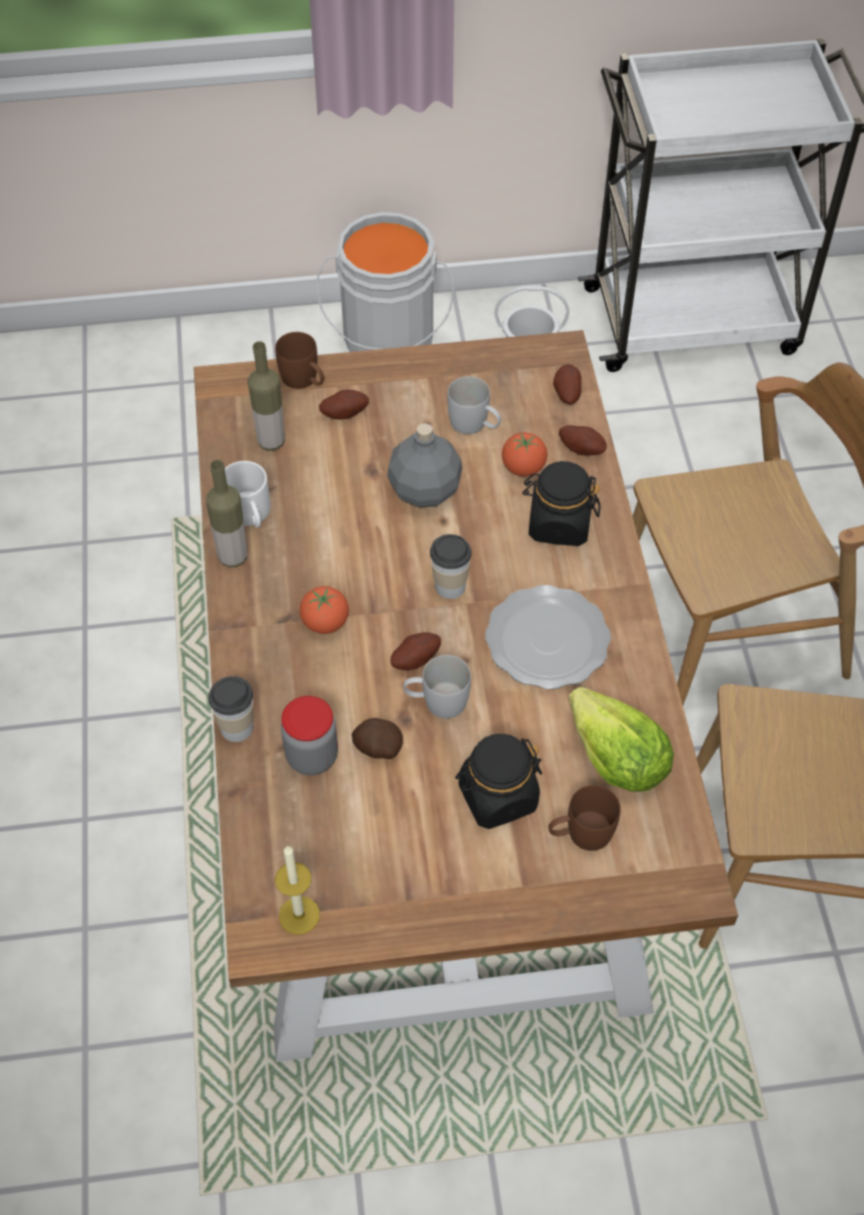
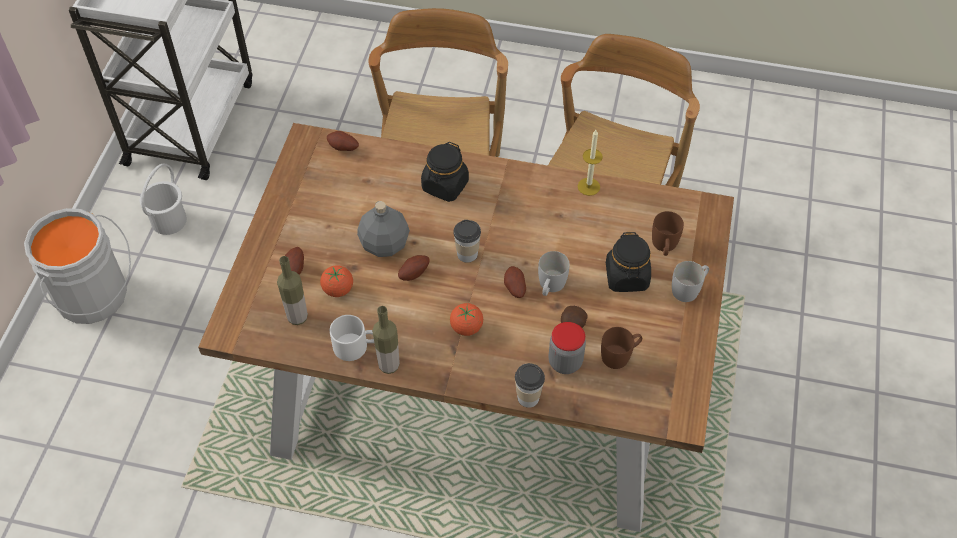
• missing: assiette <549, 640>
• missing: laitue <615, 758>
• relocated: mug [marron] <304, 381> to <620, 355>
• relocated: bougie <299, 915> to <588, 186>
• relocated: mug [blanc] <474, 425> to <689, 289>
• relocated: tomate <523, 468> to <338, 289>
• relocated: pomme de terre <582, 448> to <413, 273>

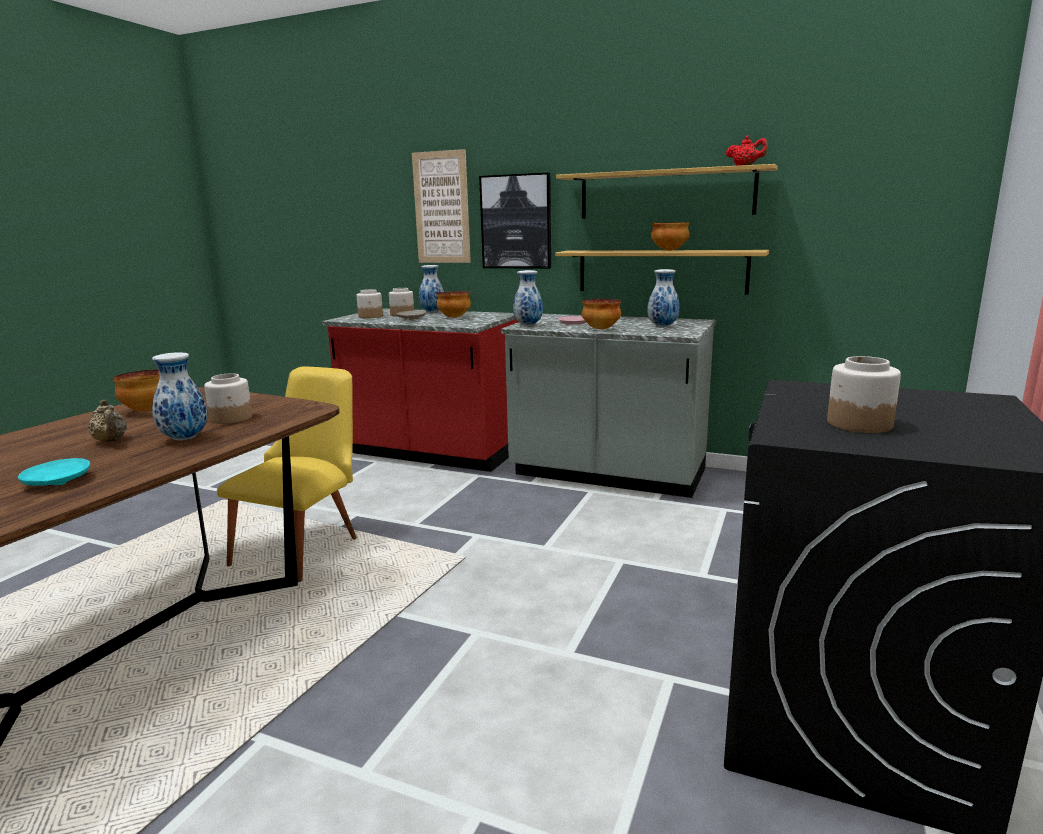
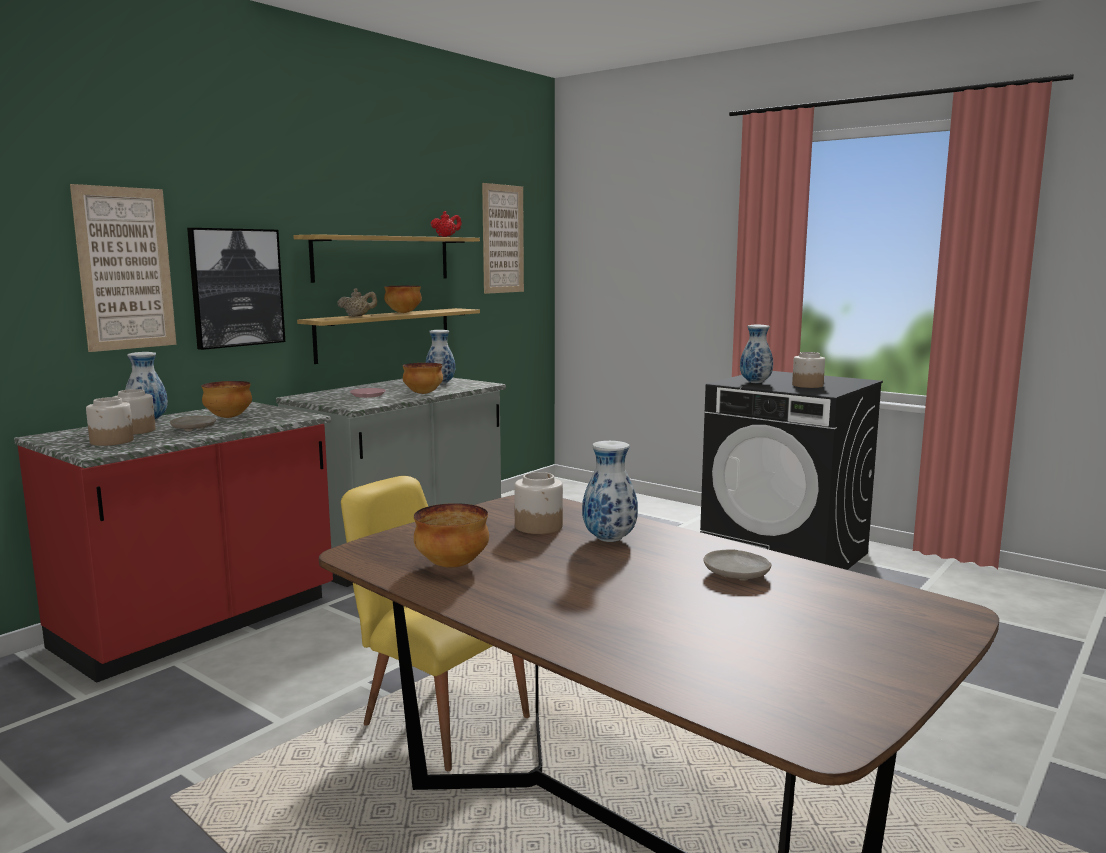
• appeared: tableau <503, 239>
• relocated: théière [beige] <111, 441> to <358, 316>
• relocated: vase <528, 325> to <754, 383>
• colour: assiette [turquoise] <57, 482> to assiette [beige] <737, 575>

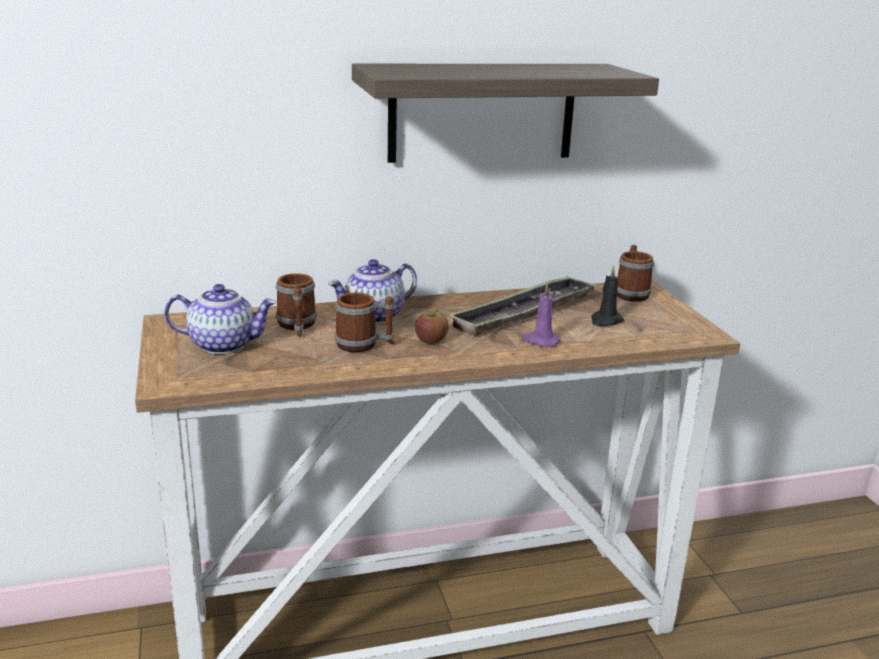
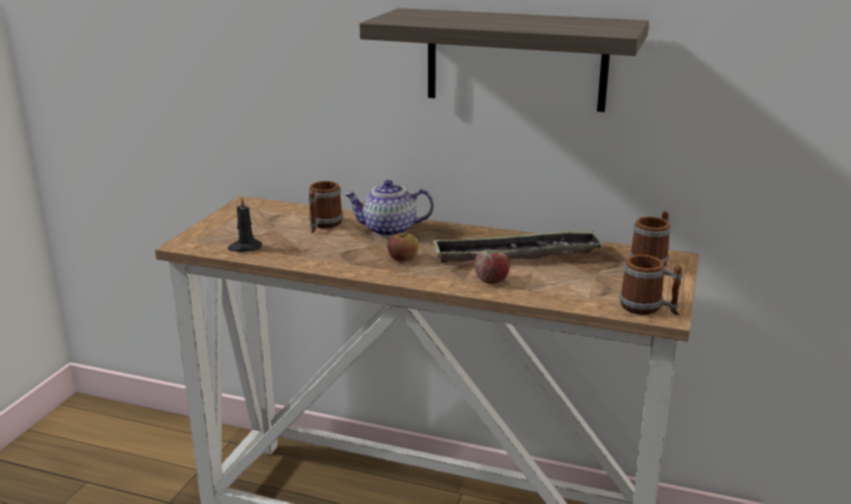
• missing: théière <224, 344>
• relocated: mug <364, 344> to <648, 308>
• relocated: bougie [noir] <605, 321> to <244, 248>
• exchanged: bougie [violet] <540, 341> to pomme <491, 280>

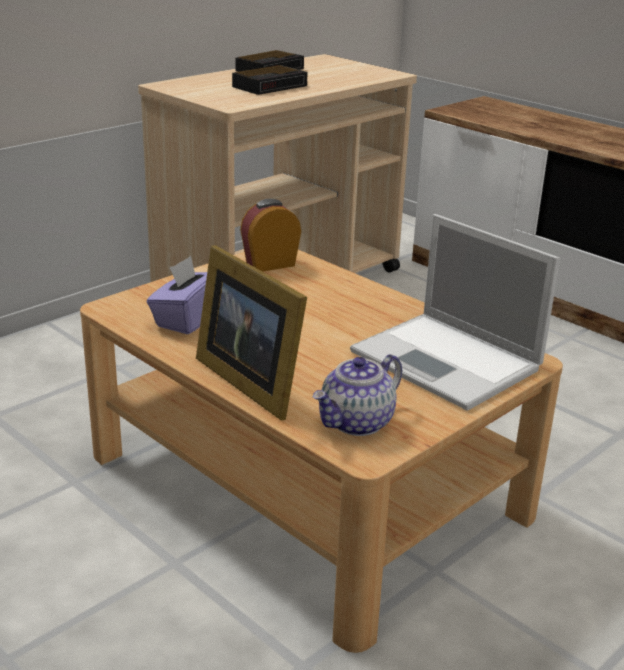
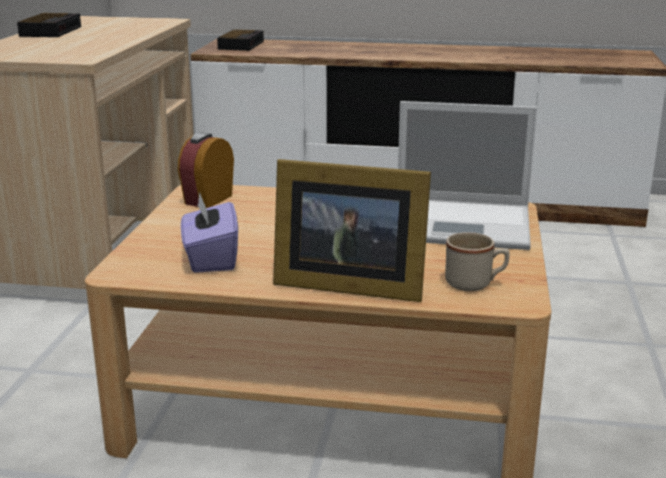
• relocated: réveil <271, 86> to <241, 45>
• exchanged: théière <357, 423> to mug [beige] <475, 284>

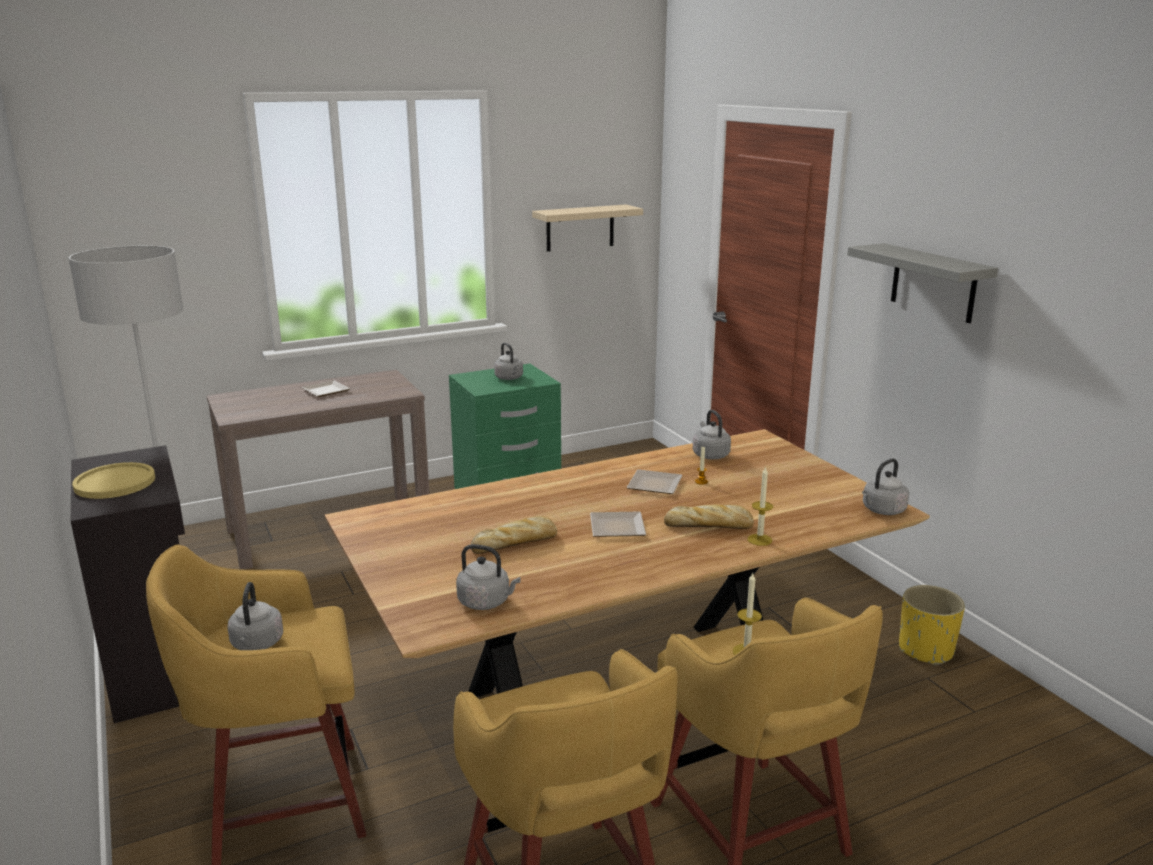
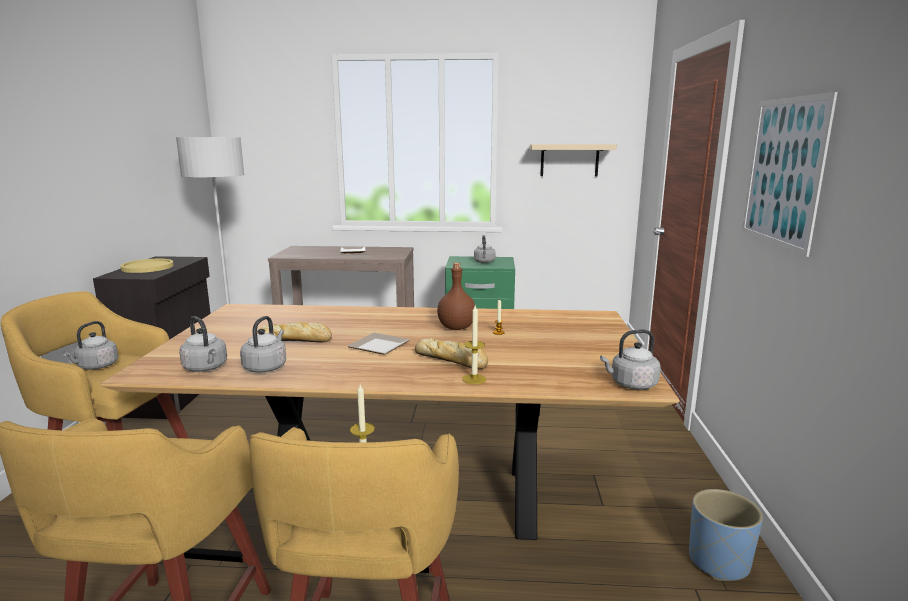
• relocated: bouilloire [gris] <710, 454> to <266, 367>
• exchanged: assiette <652, 485> to bouteille [marron] <456, 328>
• exchanged: étagère [gris] <933, 283> to tableau <783, 172>
• colour: cache-pot [jaune] <926, 650> to cache-pot [bleu] <719, 562>

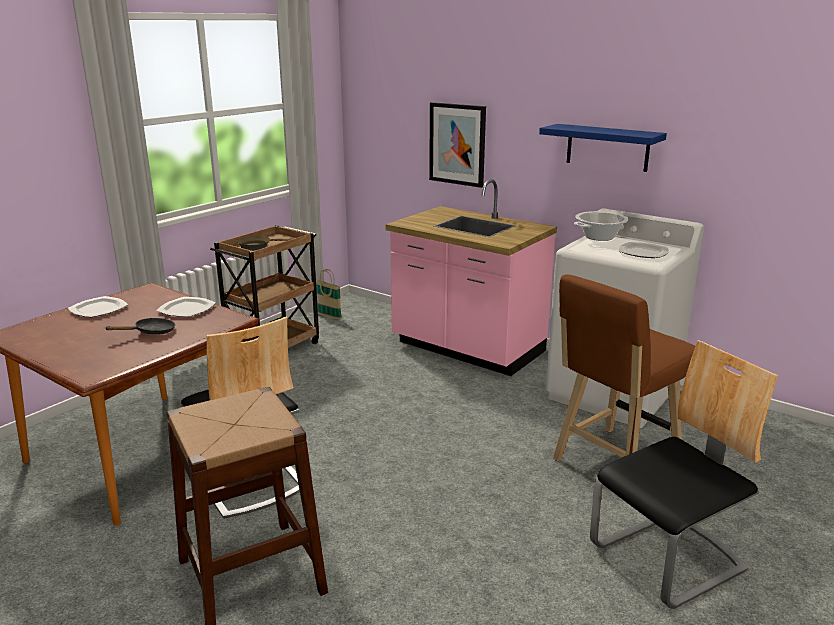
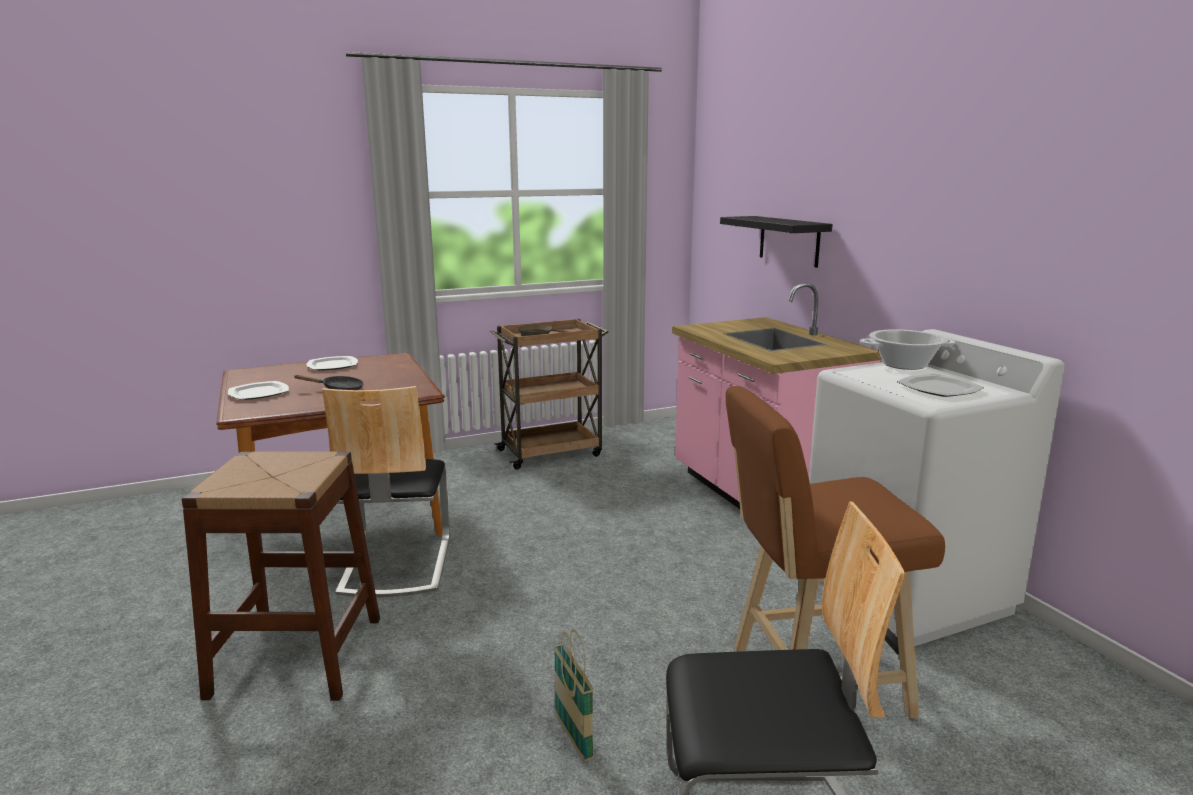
• missing: étagère [bleu] <607, 147>
• relocated: assiette <186, 309> to <259, 393>
• relocated: panier <328, 316> to <573, 737>
• exchanged: tableau <457, 144> to étagère [noir] <789, 241>

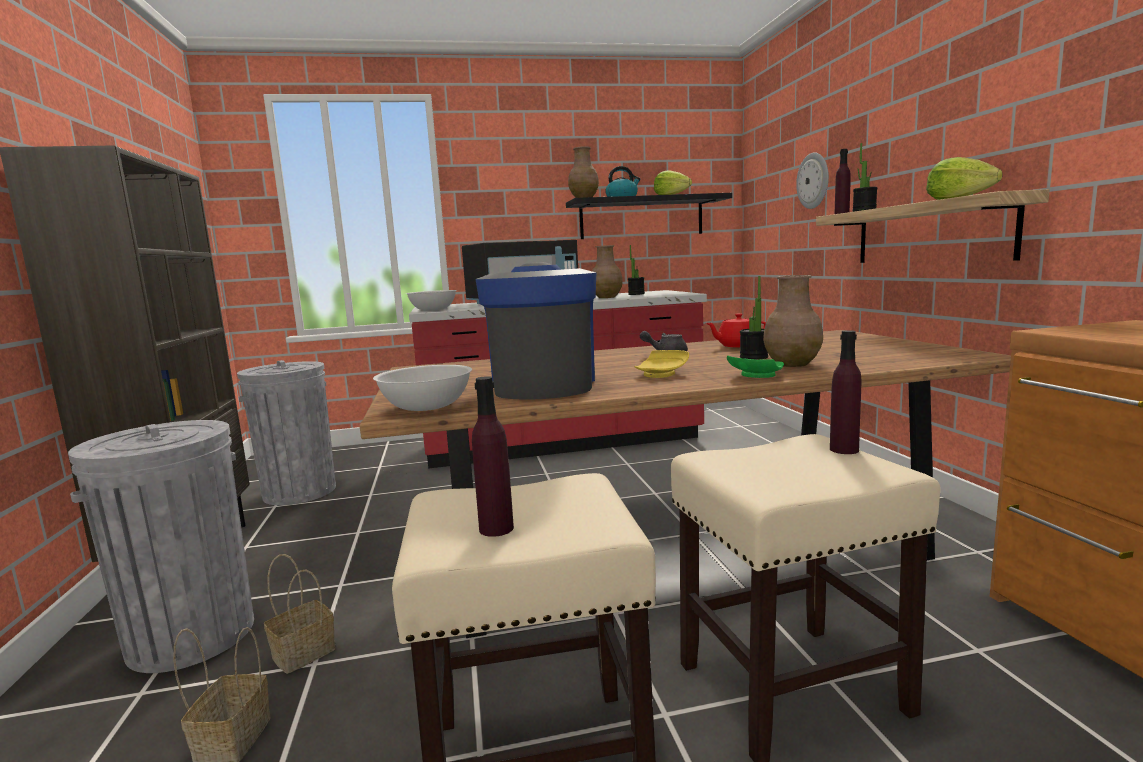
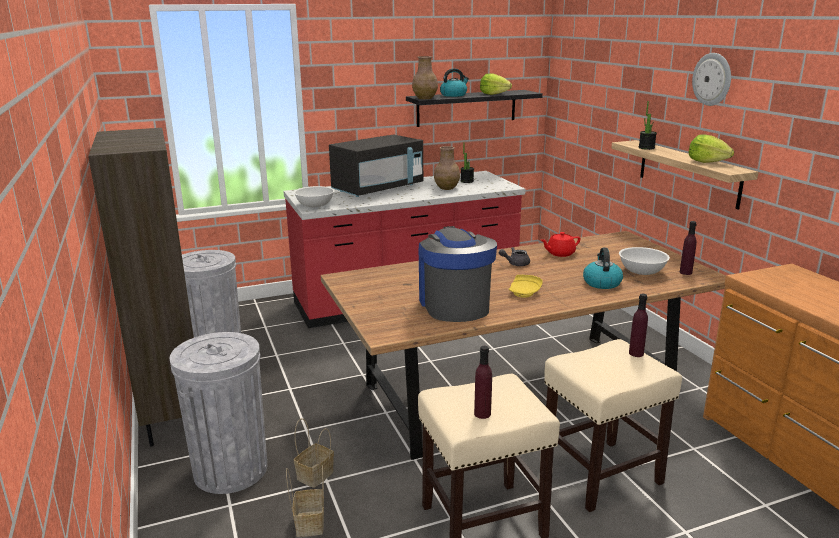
• missing: assiette [vert] <755, 376>
• missing: plante en pot <753, 357>
• relocated: bol [blanc] <427, 407> to <642, 271>
• relocated: horloge murale <813, 181> to <712, 79>
• relocated: bouteille [violet] <841, 213> to <685, 272>
• exchanged: vase [marron] <791, 364> to bouilloire <601, 283>

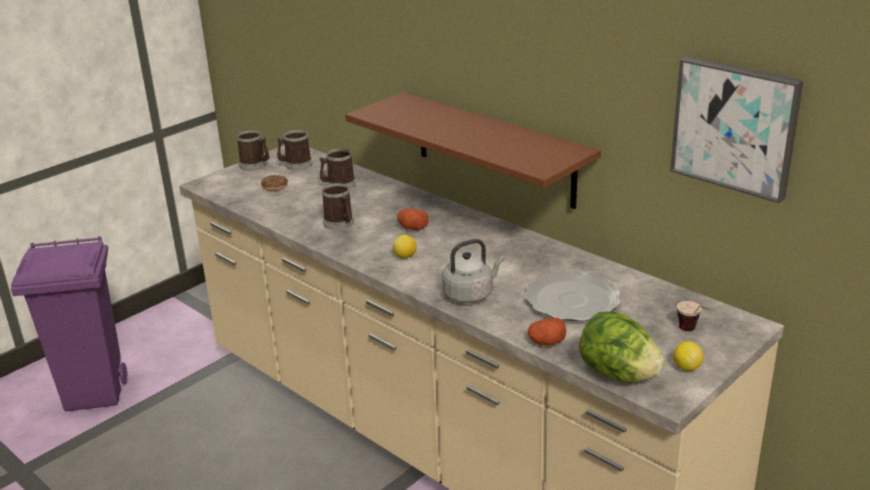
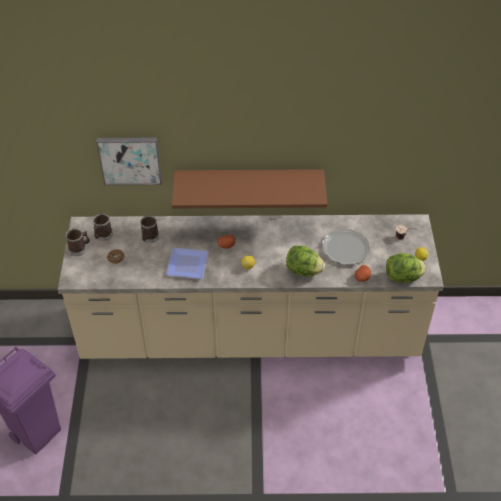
• relocated: tableau <735, 126> to <130, 159>
• exchanged: mug <340, 224> to assiette <189, 263>
• exchanged: bouilloire [gris] <470, 294> to laitue <303, 271>

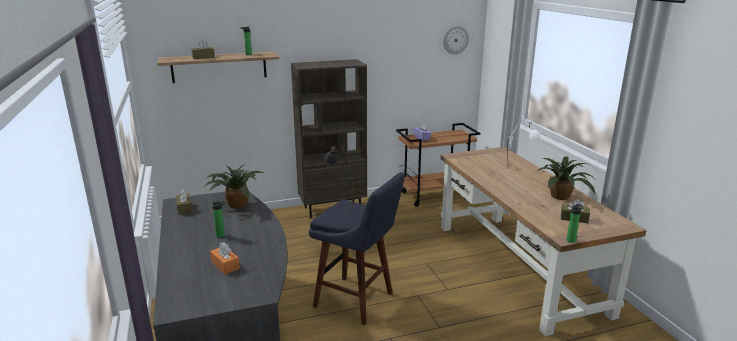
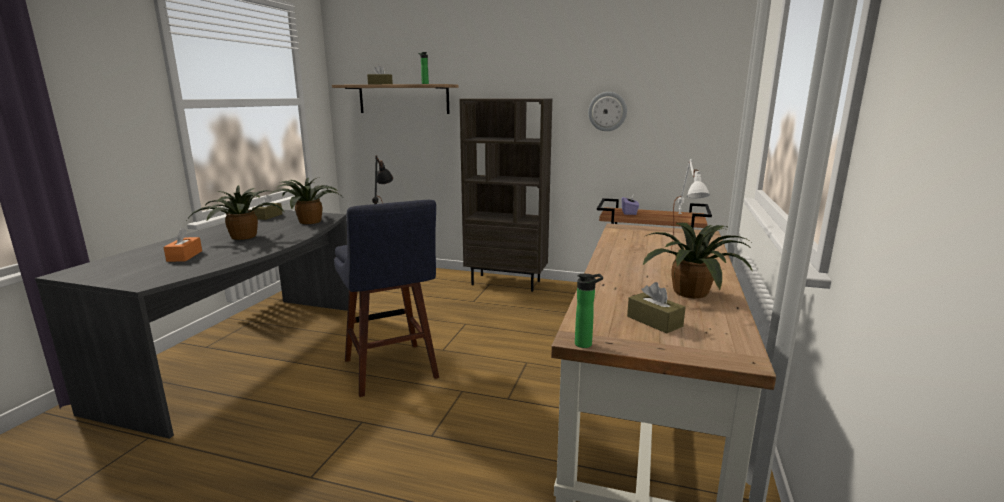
• relocated: horloge murale <455, 40> to <607, 111>
• exchanged: bouteille <222, 235> to plante en pot <241, 237>

